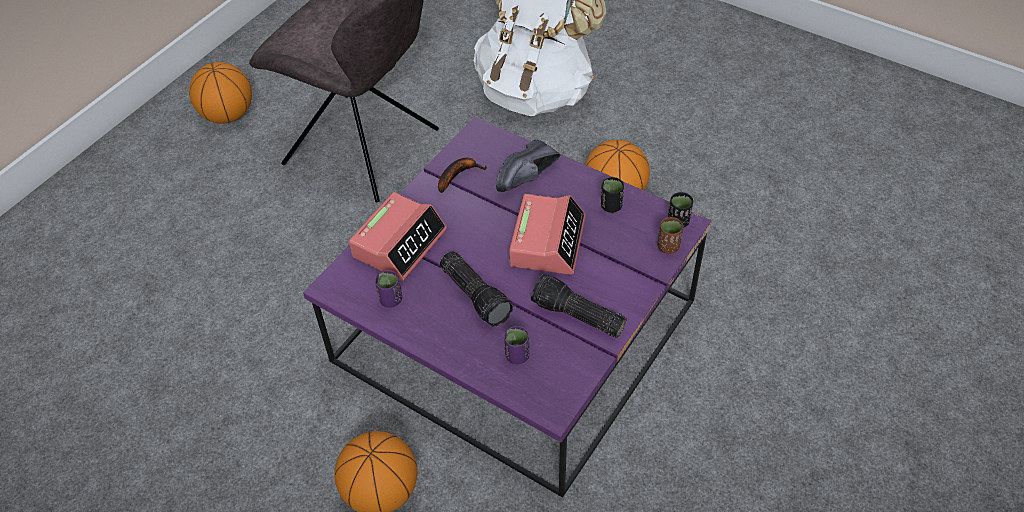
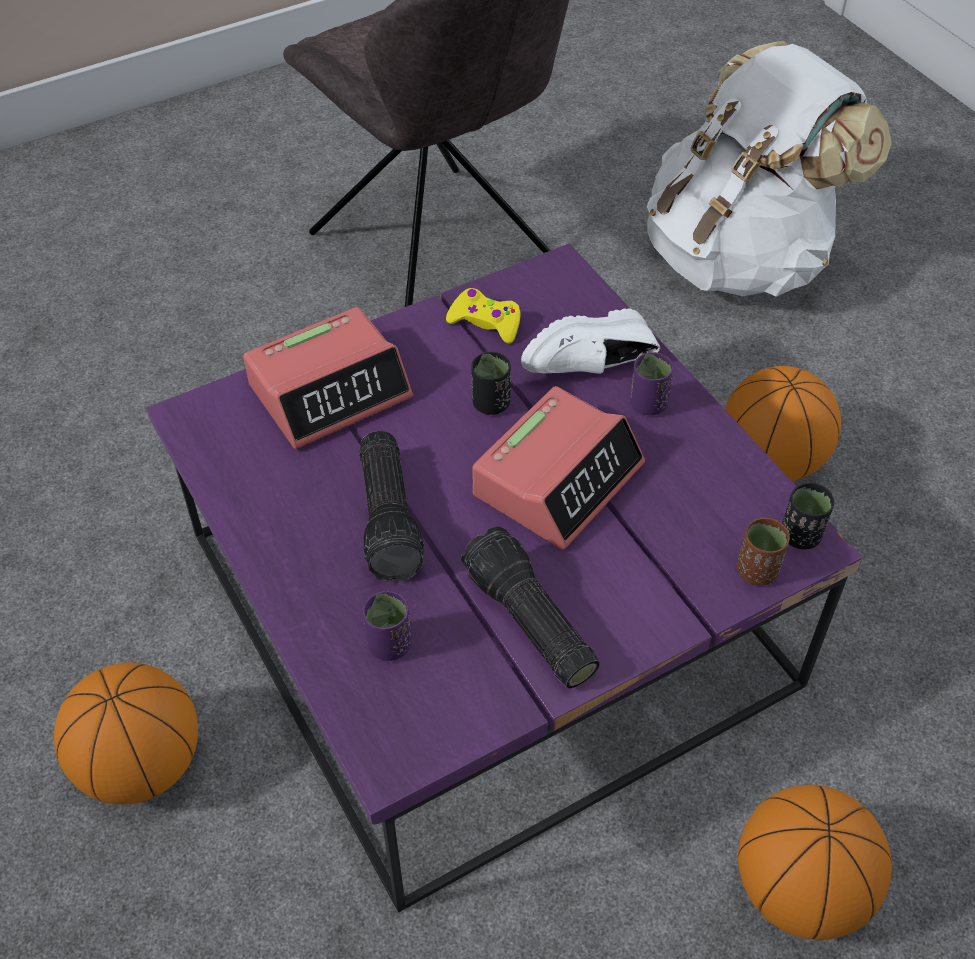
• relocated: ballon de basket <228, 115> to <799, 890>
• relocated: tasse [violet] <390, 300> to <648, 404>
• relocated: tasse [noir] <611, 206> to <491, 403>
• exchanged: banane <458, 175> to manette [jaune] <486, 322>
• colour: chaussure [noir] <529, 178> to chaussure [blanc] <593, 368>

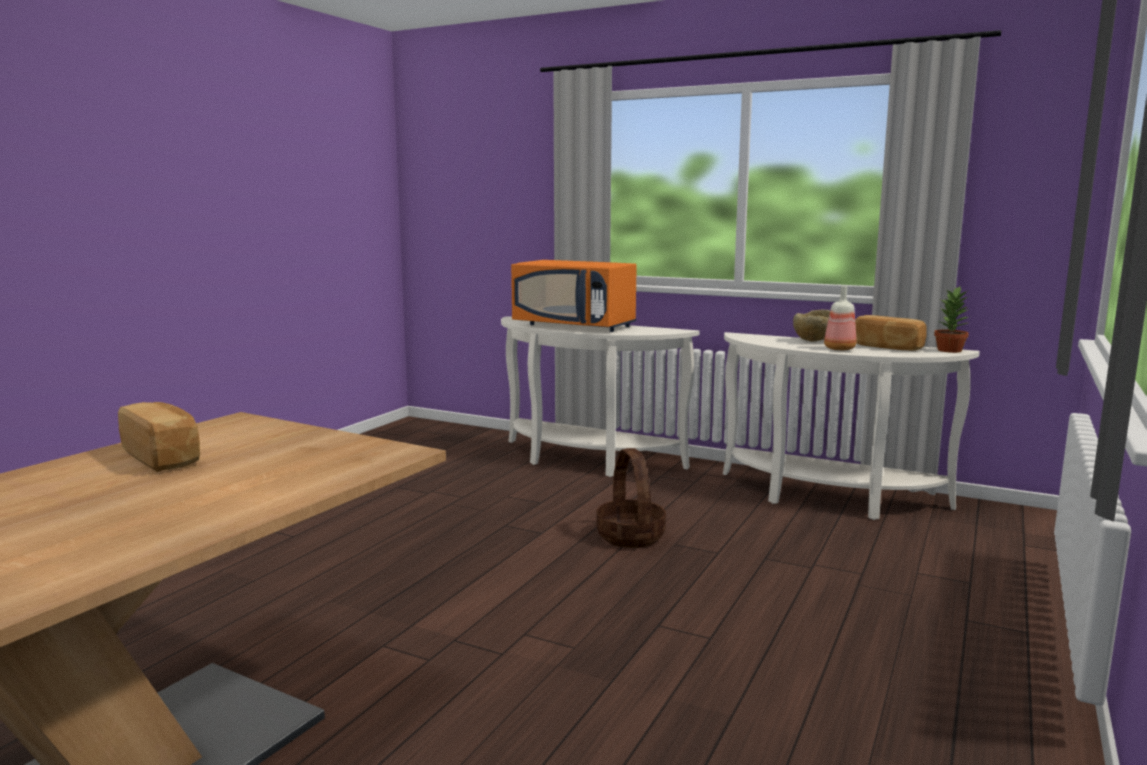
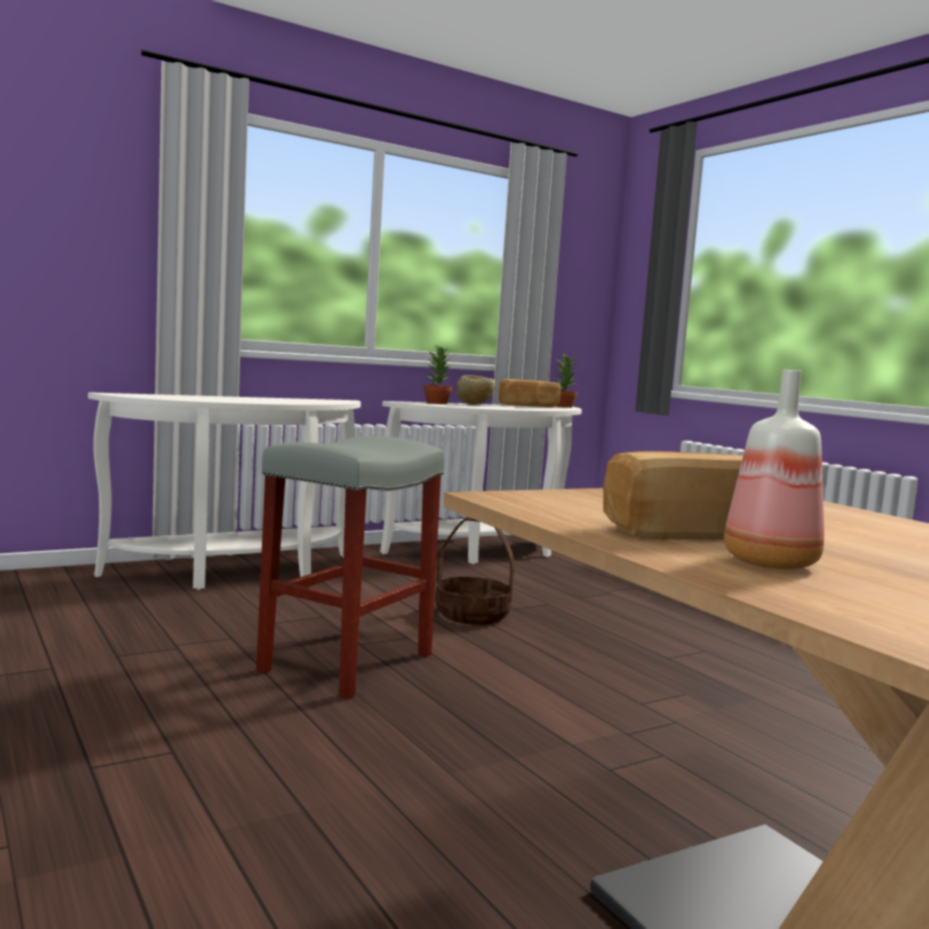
• missing: micro-ondes [orange] <575, 326>
• appeared: tabouret [gris] <348, 661>
• appeared: plante en pot <437, 403>
• relocated: bouteille <839, 349> to <773, 563>

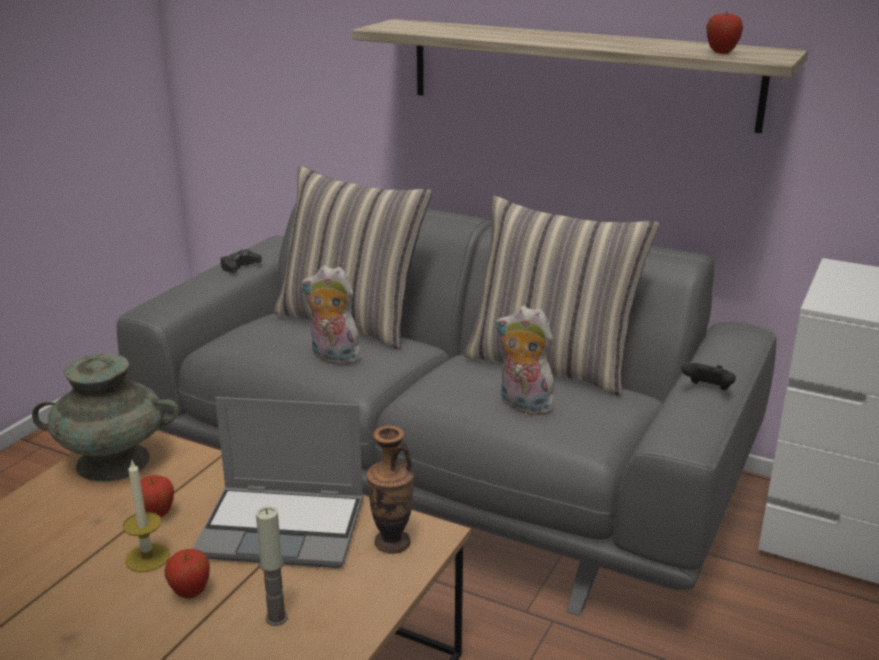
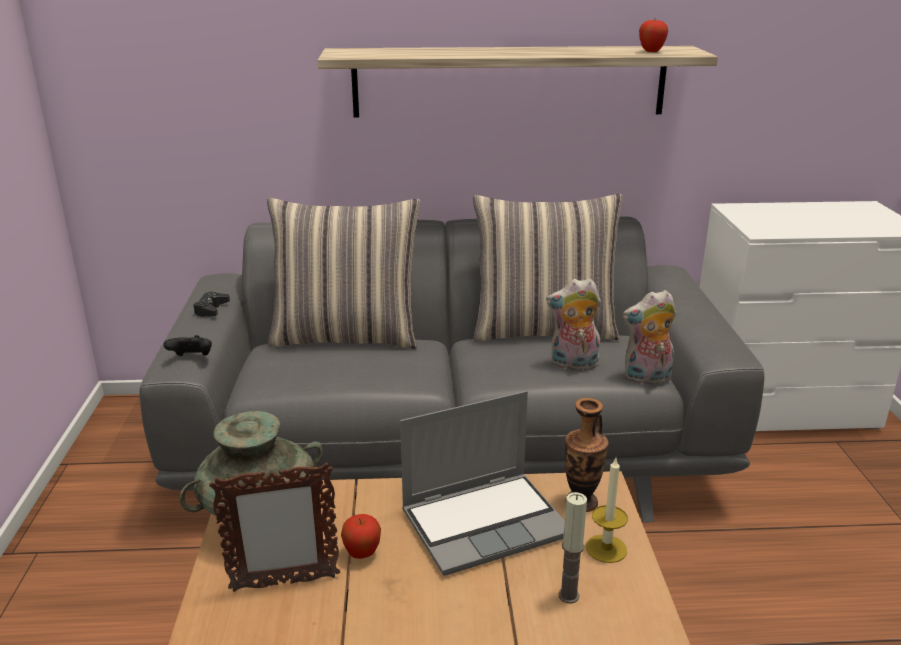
• missing: pomme <190, 593>
• appeared: cadre photo <284, 583>
• relocated: bougie <147, 558> to <606, 548>
• relocated: peluche <333, 358> to <646, 379>
• relocated: manette [noir] <707, 390> to <192, 358>

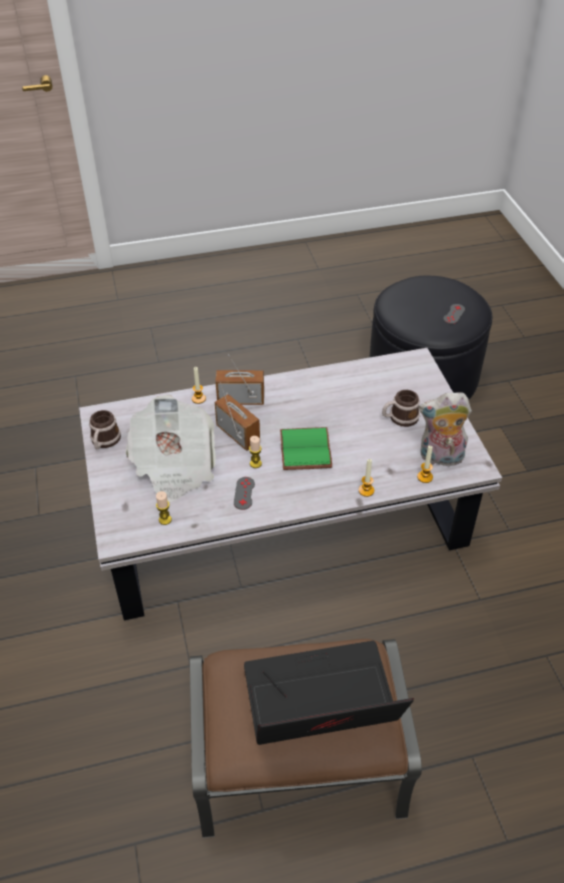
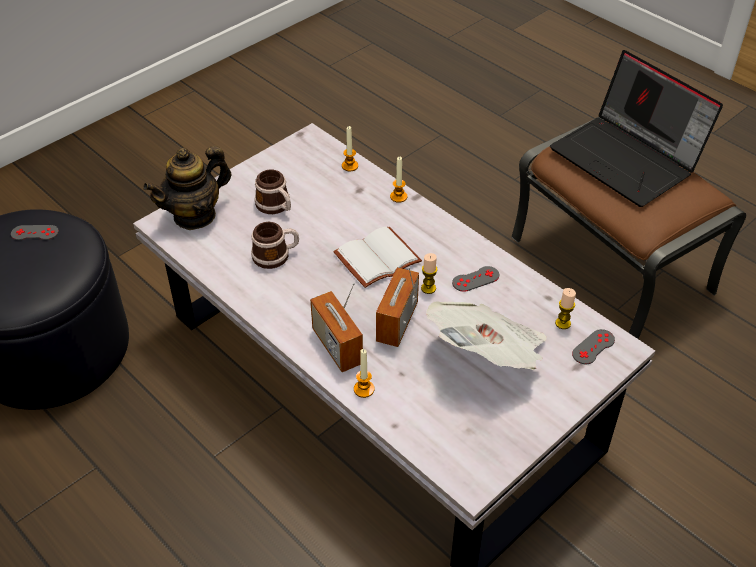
• missing: peluche <440, 458>
• appeared: théière <195, 215>
• appeared: manette [gris] <593, 347>
• relocated: mug <104, 442> to <276, 255>
• colour: livre [vert] <307, 450> to livre [blanc] <377, 256>

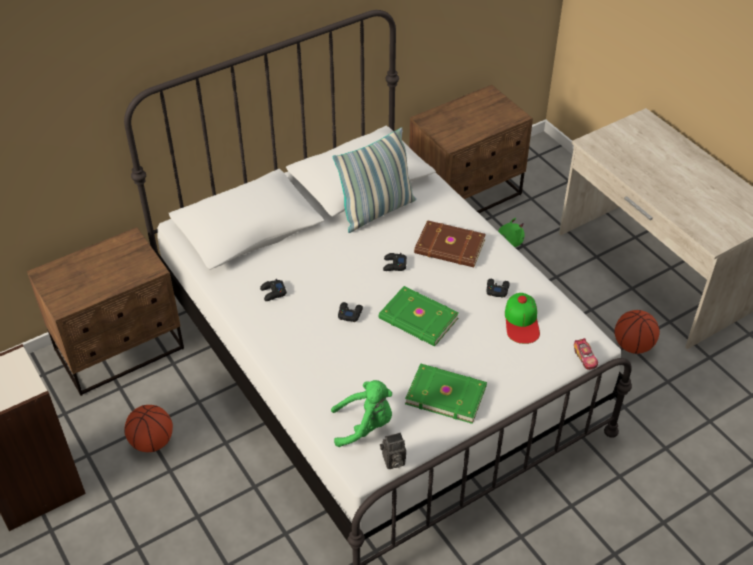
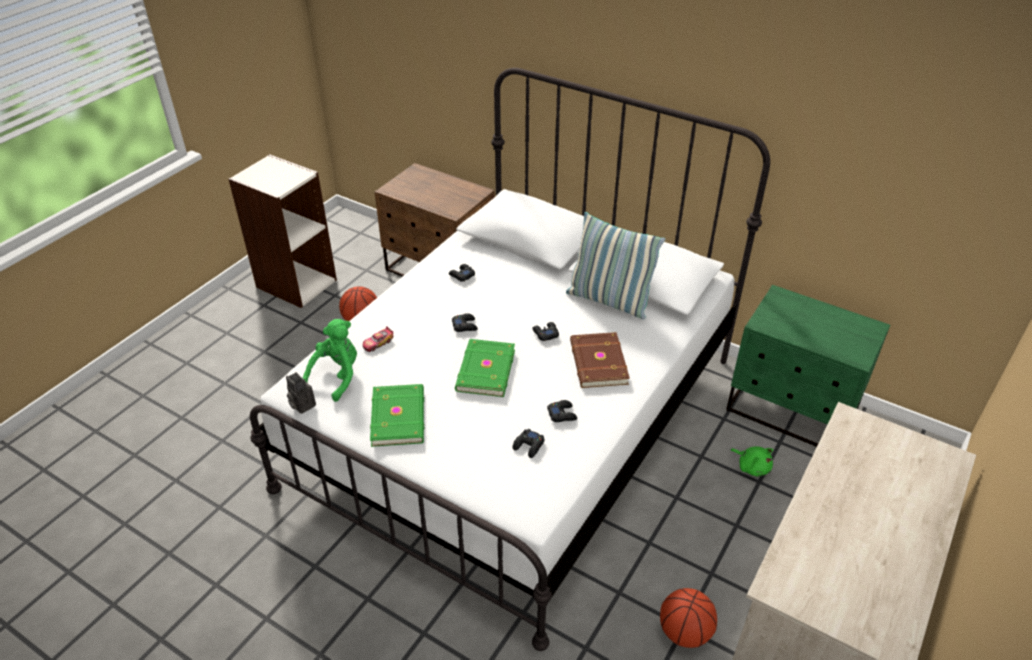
• relocated: petite voiture <585, 357> to <377, 343>
• exchanged: casquette <522, 321> to manette [noir] <529, 446>
• colour: table de chevet [marron] <466, 195> to table de chevet [vert] <791, 411>
• spun: peluche [vert] <365, 426> = <337, 376> 120 degrees counterclockwise

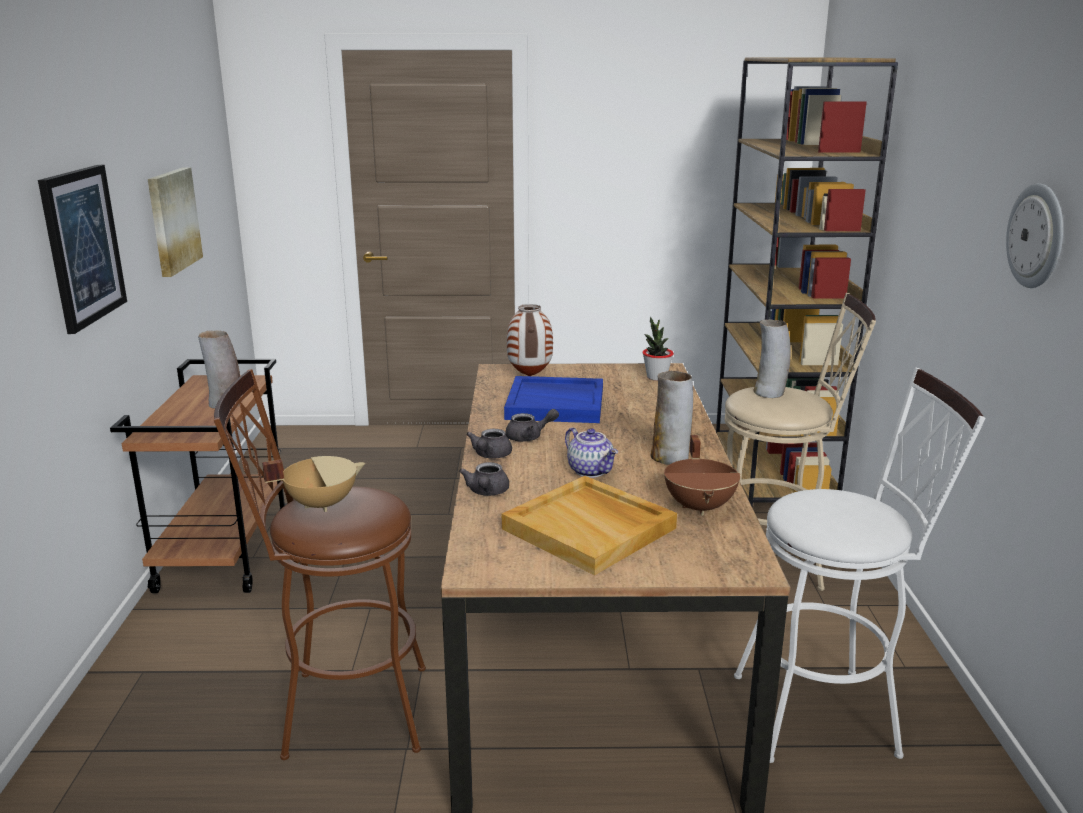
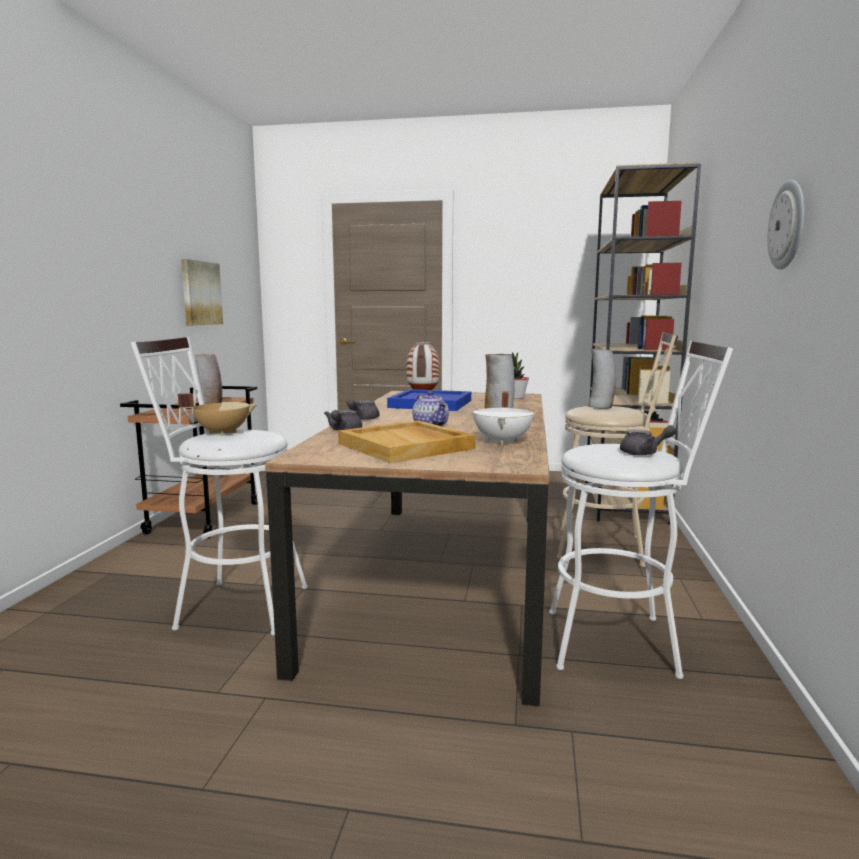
• missing: tableau <83, 246>
• relocated: théière [gris] <529, 437> to <644, 453>
• colour: tabouret [marron] <342, 710> to tabouret [blanc] <233, 606>
• colour: marmite [marron] <700, 507> to marmite [blanc] <503, 442>

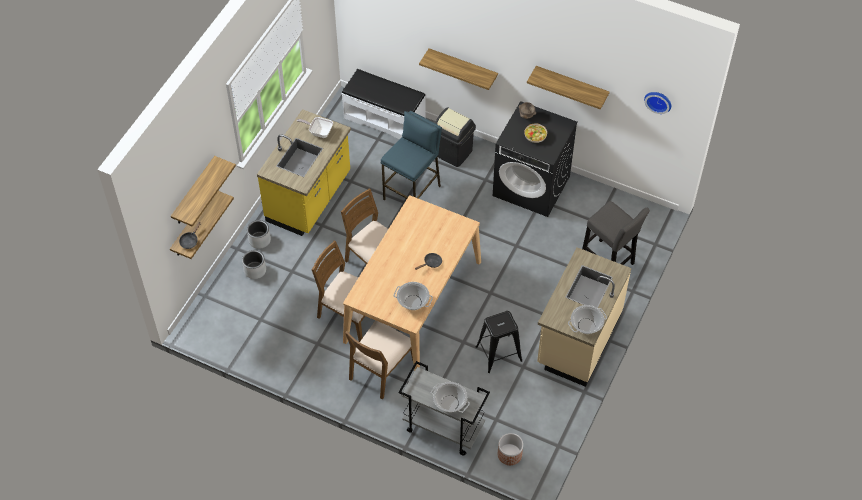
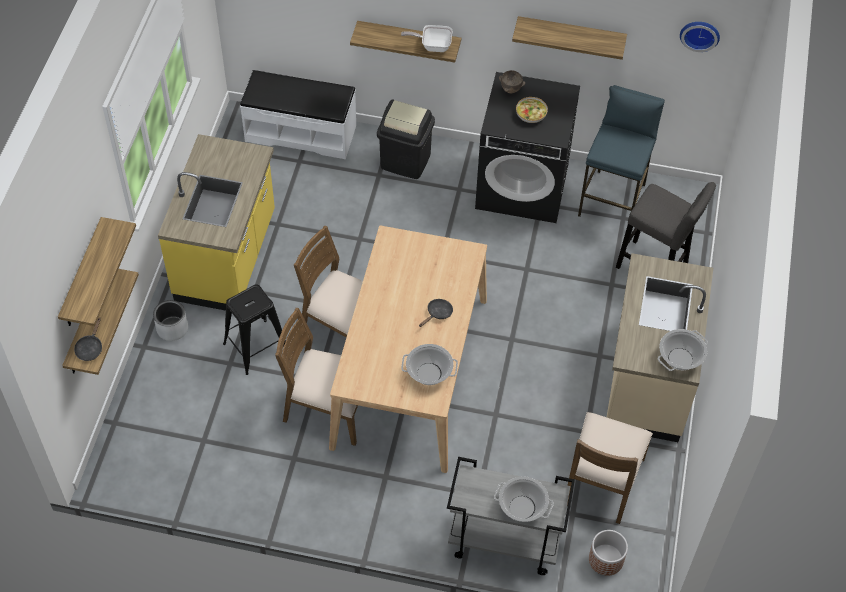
• missing: cache-pot [gris] <255, 270>
• relocated: poêle <319, 132> to <432, 46>
• relocated: chaise [marron] <381, 369> to <602, 481>
• relocated: tabouret [bleu] <413, 193> to <613, 200>
• relocated: tabouret [noir] <499, 353> to <256, 347>

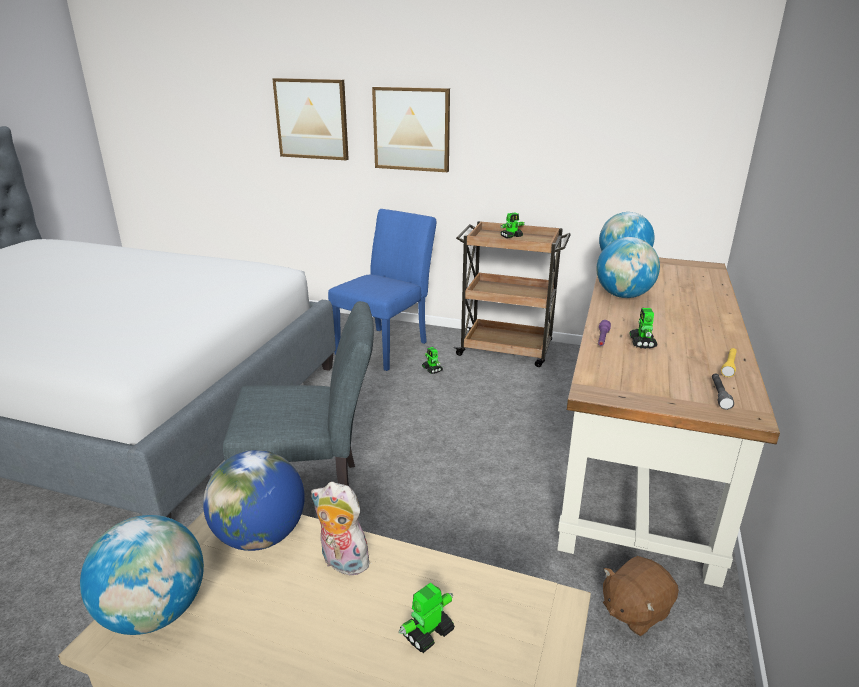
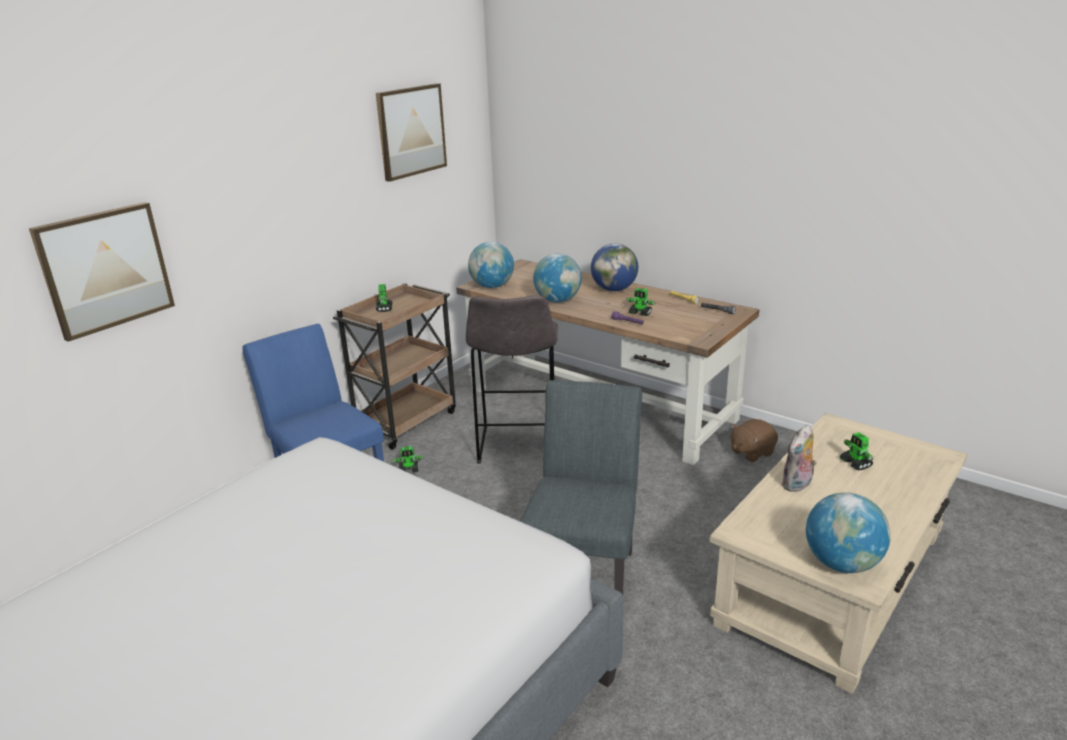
• appeared: tabouret [gris] <517, 446>
• relocated: globe <260, 536> to <614, 289>
• relocated: tableau <412, 129> to <411, 131>
• spun: peluche [marron] <634, 610> = <751, 452> 75 degrees clockwise

